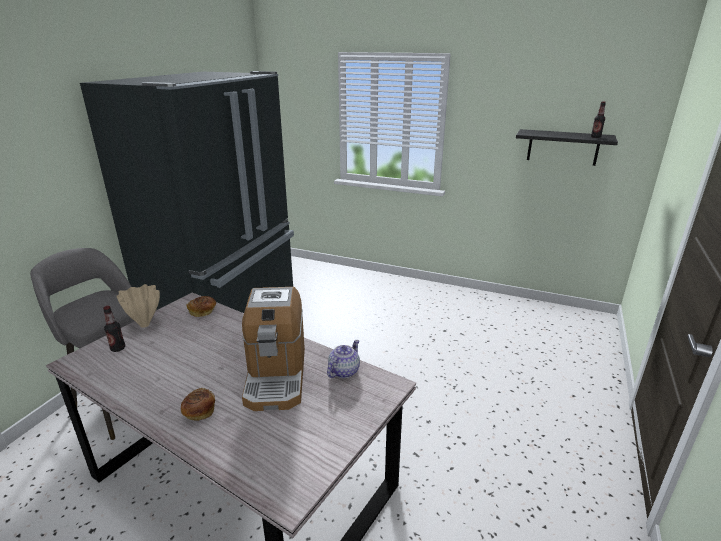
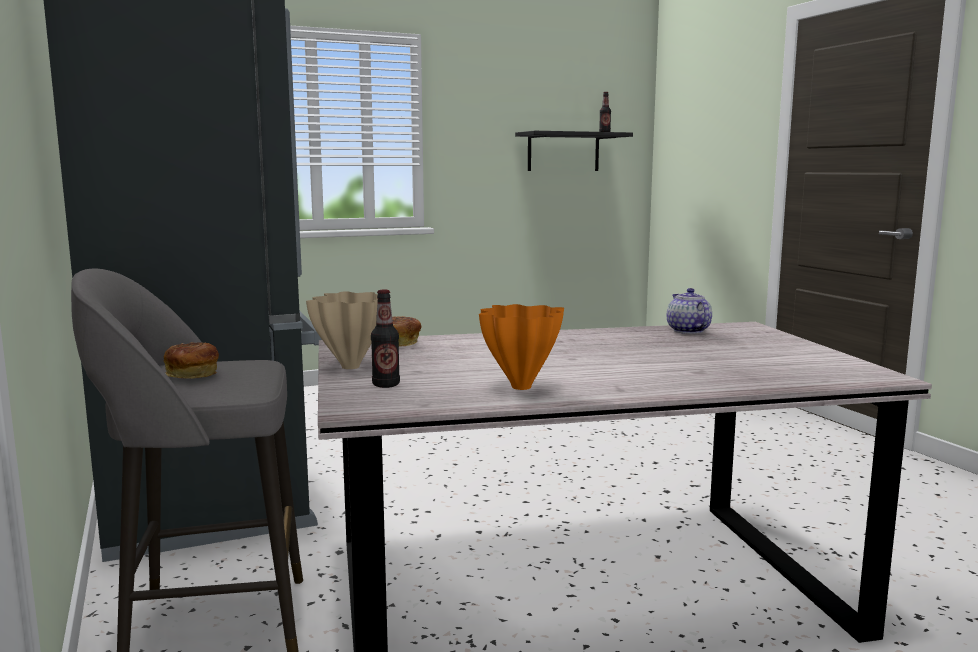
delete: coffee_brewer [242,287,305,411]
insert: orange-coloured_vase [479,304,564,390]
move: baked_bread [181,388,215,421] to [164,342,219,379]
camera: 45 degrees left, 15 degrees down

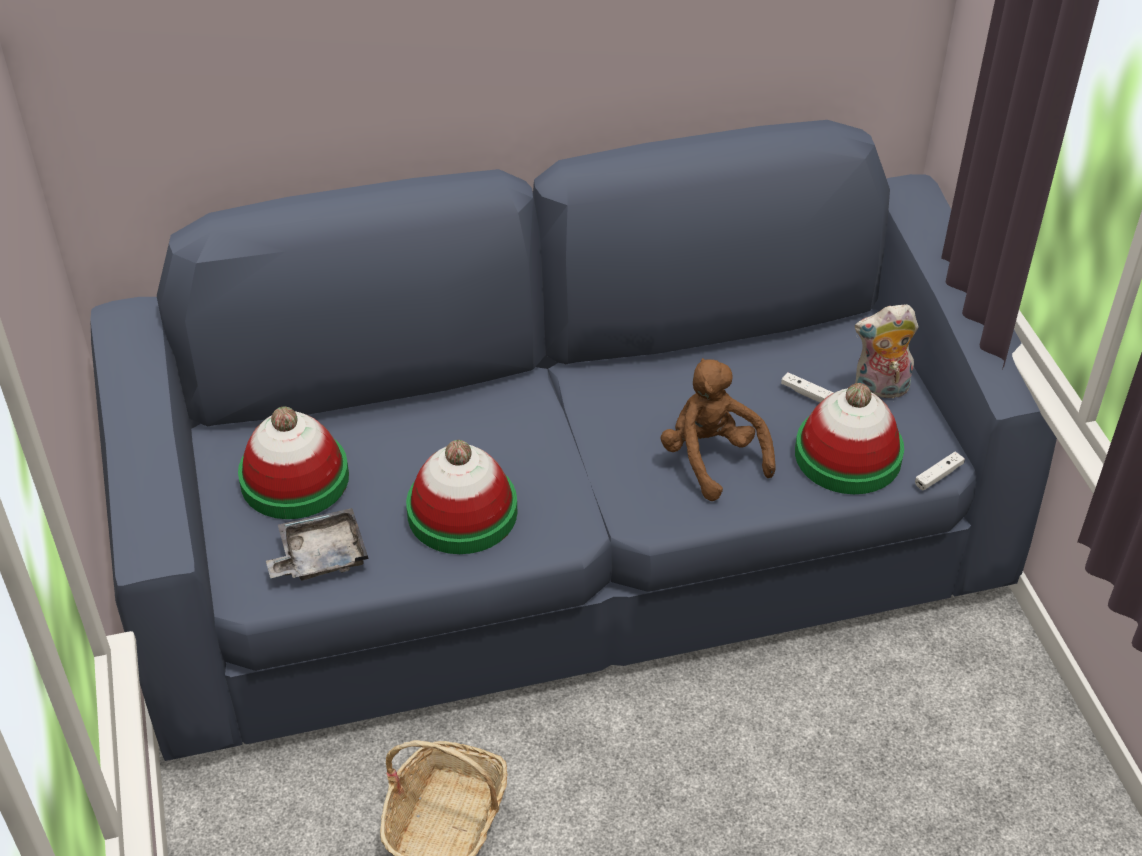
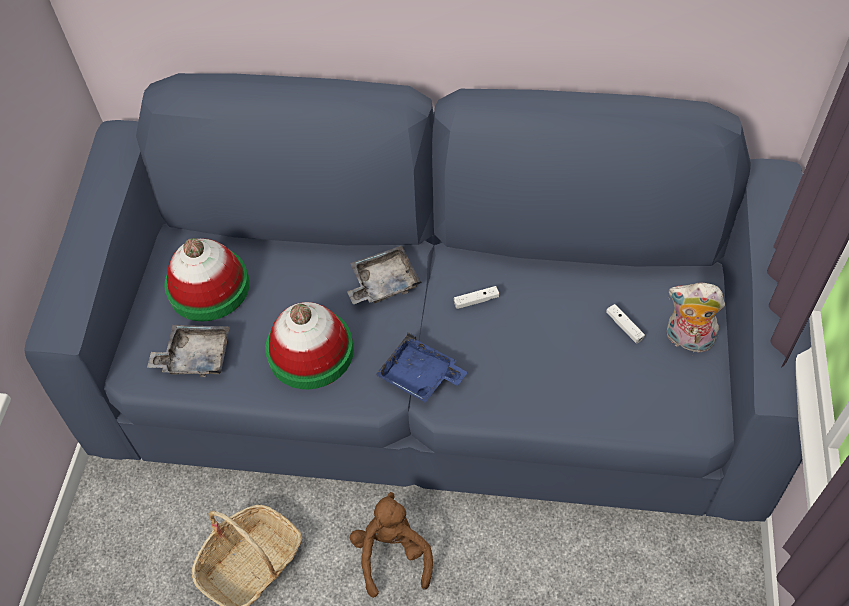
delete: wearable_hat [795,383,904,494]
insert: grey_carrying_tray [347,245,422,305]; blue_carrying_tray [375,332,468,403]
move: brown-coloured_cuddly_toy [661,358,776,501] to [350,492,433,598]; white-coloured_joypad [915,452,965,490] to [454,286,499,309]
camera: 25 degrees right, 10 degrees up

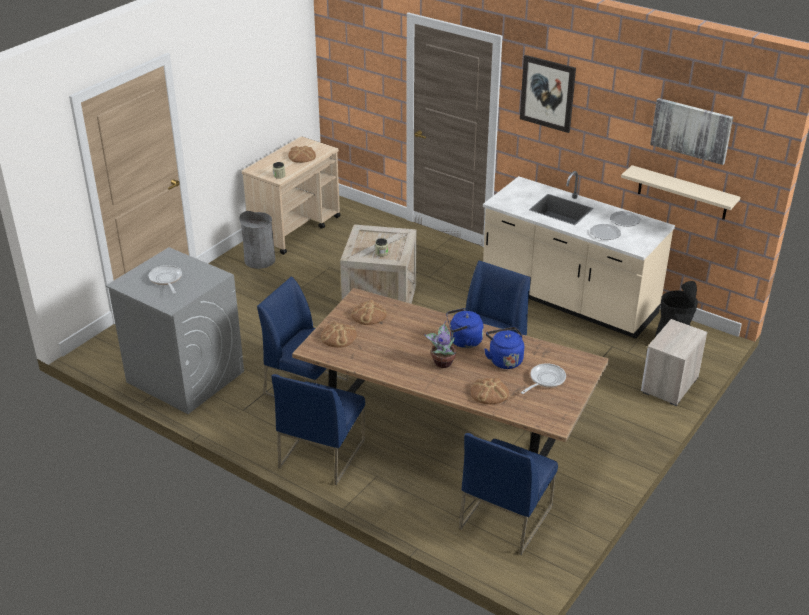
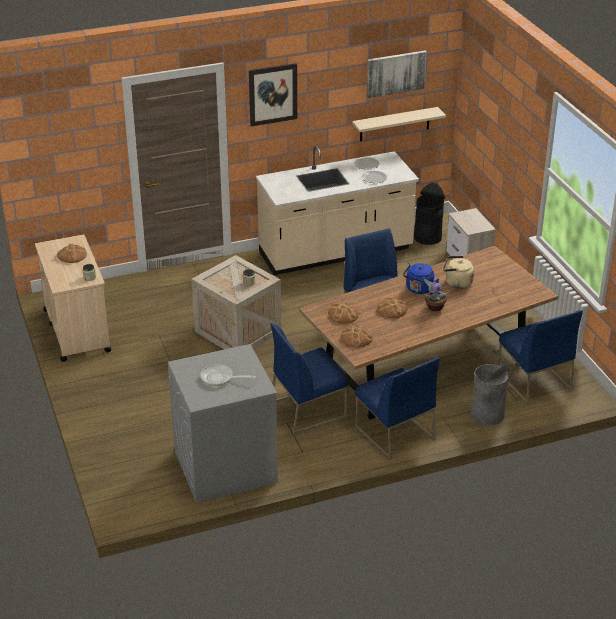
delete: frying_pan [521,363,566,394]
move: grey_trash_can [239,211,276,269] to [471,364,509,425]; baked_bread [471,377,509,404] to [377,297,408,318]
recolor: blue_kettle [484,327,524,369] to sand-coloured_kettle [443,256,474,289]
camera: 55 degrees left, 0 degrees up

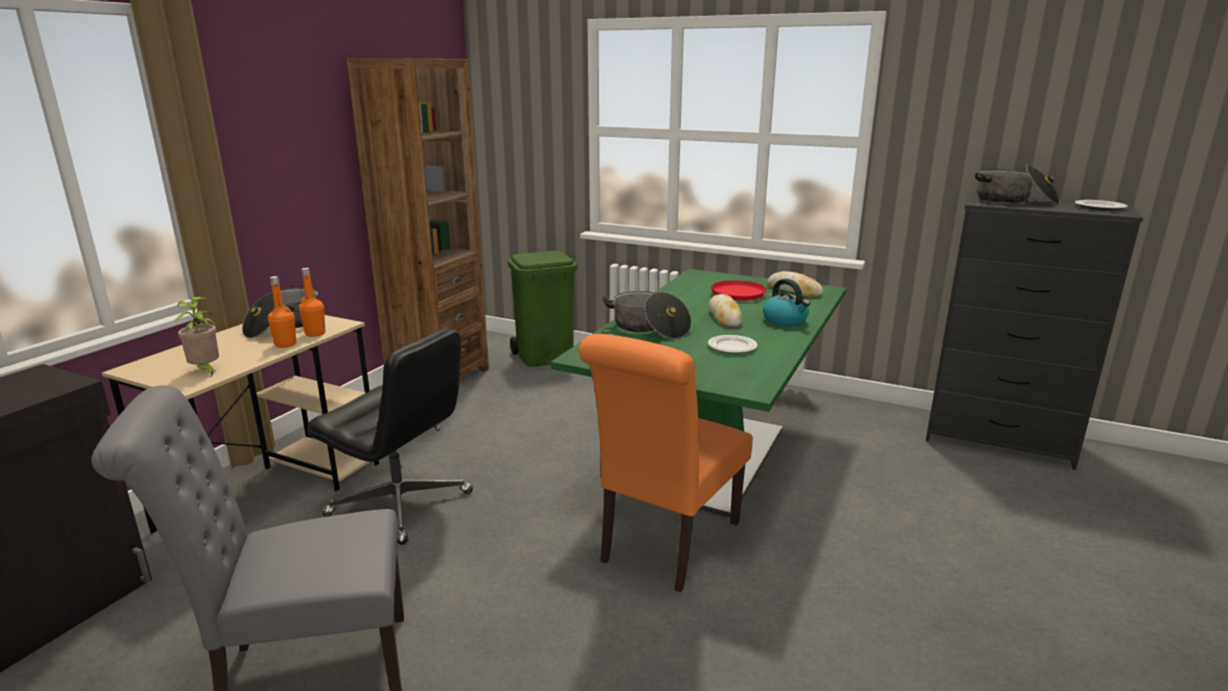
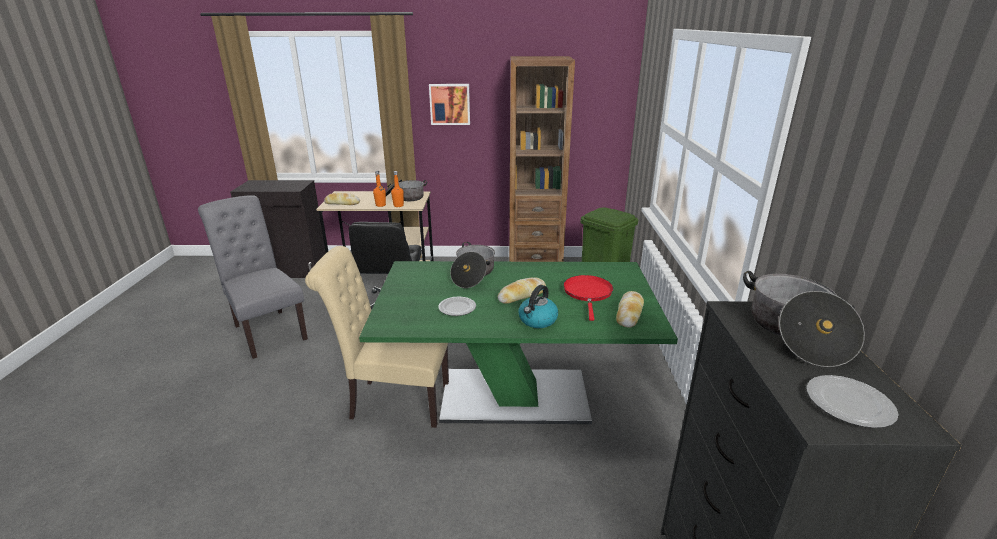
insert: picture [429,84,470,125]
replace: houseplant [175,297,219,376] to baked_bread [324,192,360,205]
recolor: orange-coloured_upright_chair [579,334,753,592] to sand-coloured_upright_chair [305,246,449,428]
camera: 65 degrees right, 5 degrees up

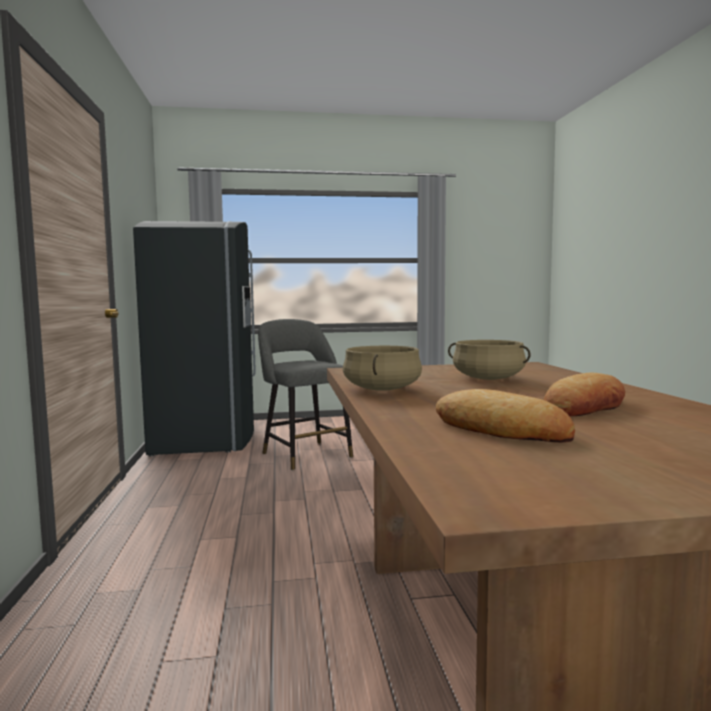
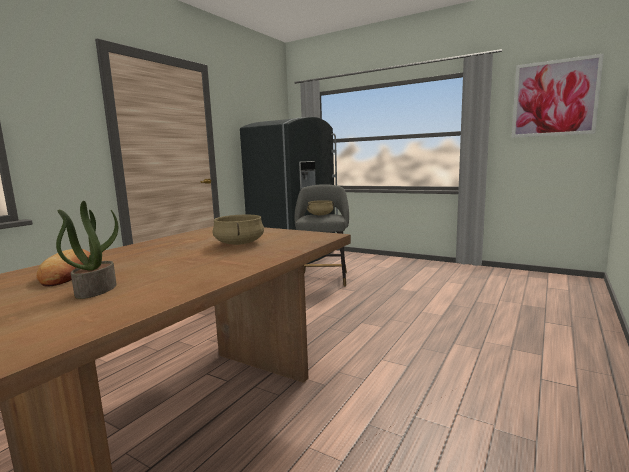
delete: baked_bread [544,373,625,416]
insert: houseplant [56,201,118,299]; picture [512,53,604,138]
move: sand-coloured_stockpot [343,346,422,391] to [307,200,334,215]
camera: 40 degrees right, 5 degrees up

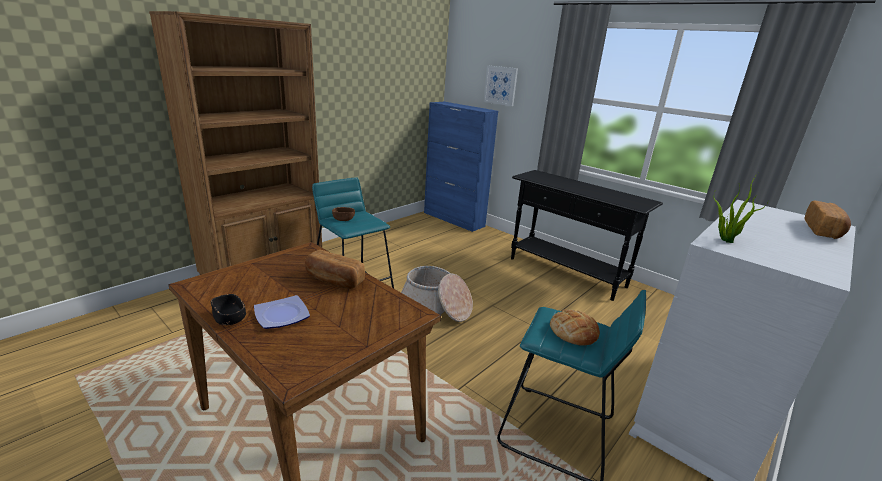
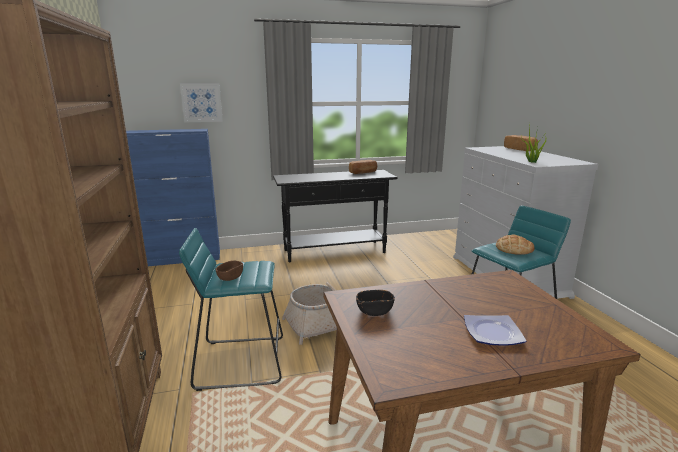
move: blackish_serving_bowl [211,294,246,325] to [356,290,395,316]; baked_bread [305,250,365,289] to [349,160,377,174]
camera: 55 degrees left, 5 degrees down

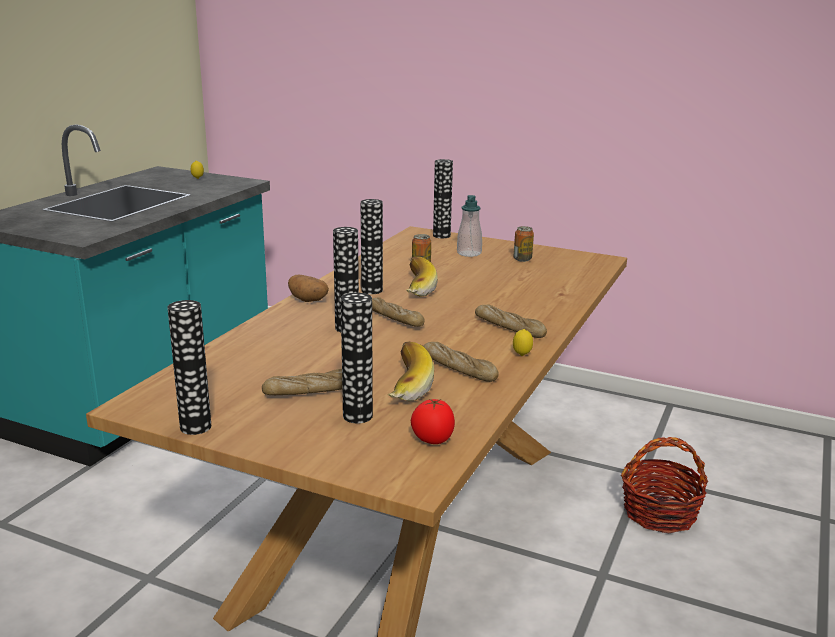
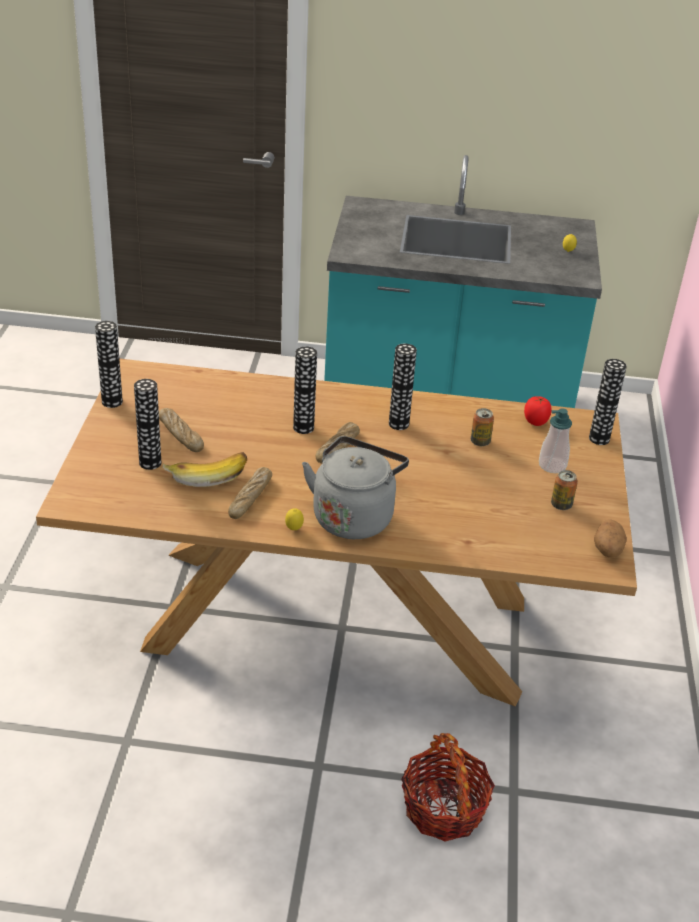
delete: banana [406,257,438,297]
move: spud [288,275,329,302] to [594,520,627,558]; whole_tomato [411,399,455,444] to [524,396,551,426]
replace: baked_bread [475,305,547,338] to grey_kettle [302,436,409,539]
camera: 70 degrees right, 15 degrees up

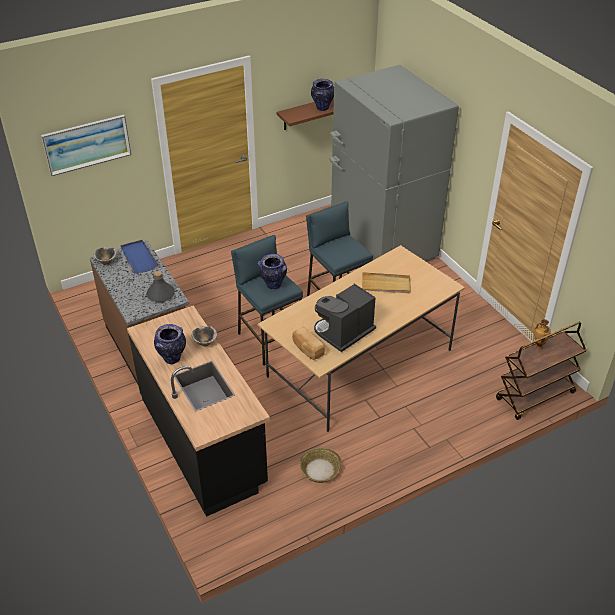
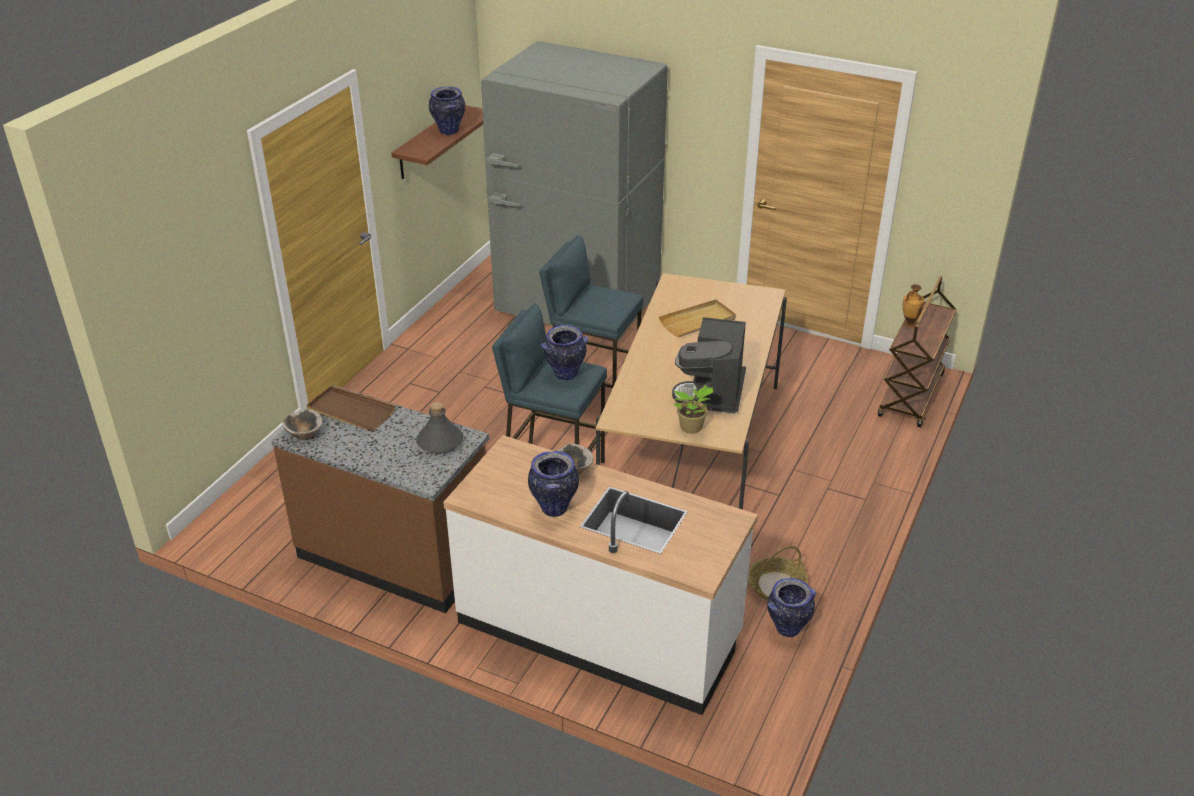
delete: picture [41,115,131,176]
insert: vase [767,578,816,637]
replace: baked_bread [292,326,325,360] to houseplant [673,385,714,433]
recolor: blue_carrying_tray [120,240,158,274] to brown-coloured_carrying_tray [307,386,395,431]; blackish_kitchen_base_unit [127,306,270,517] to white-coloured_kitchen_base_unit [443,435,758,715]
camera: 35 degrees left, 5 degrees down

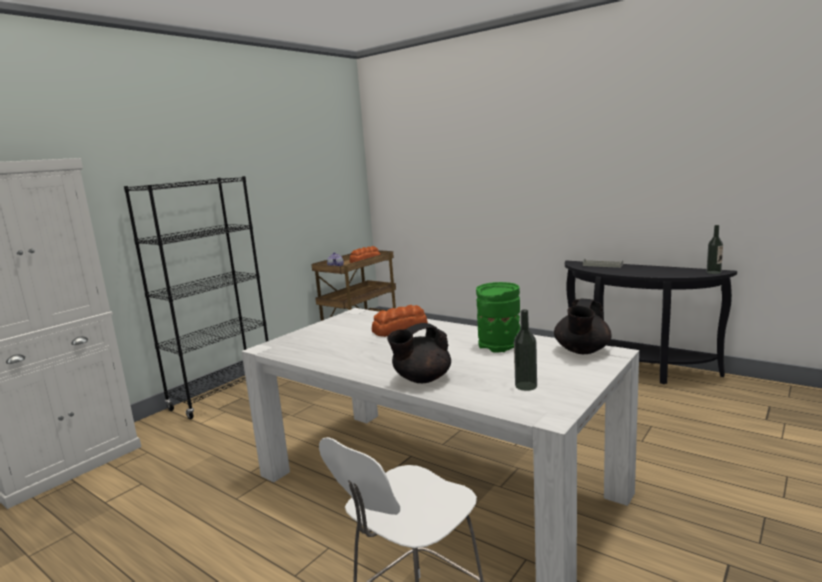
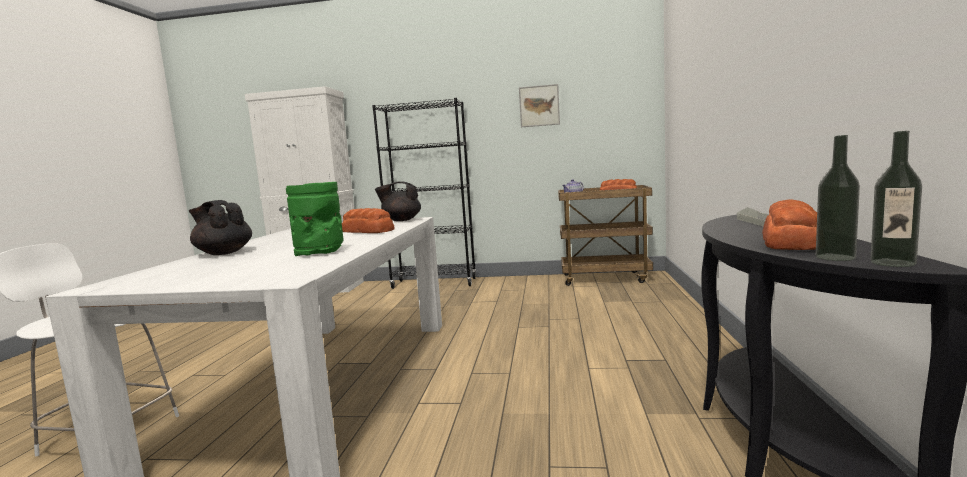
insert: picture [519,84,560,127]; baked_bread [762,199,817,250]
move: drink_bottle [514,310,537,391] to [816,135,860,261]; blackish_pot_for_tea [554,299,612,354] to [375,181,421,221]
camera: 60 degrees right, 5 degrees down

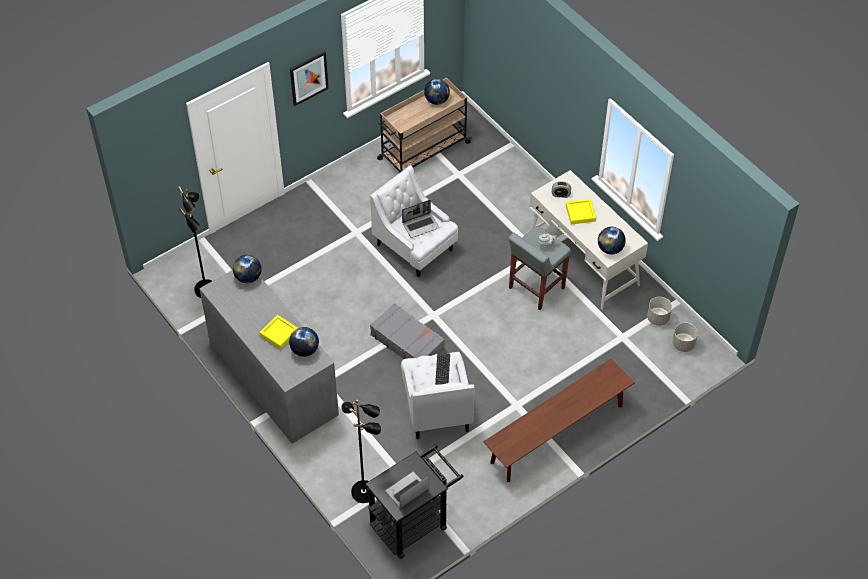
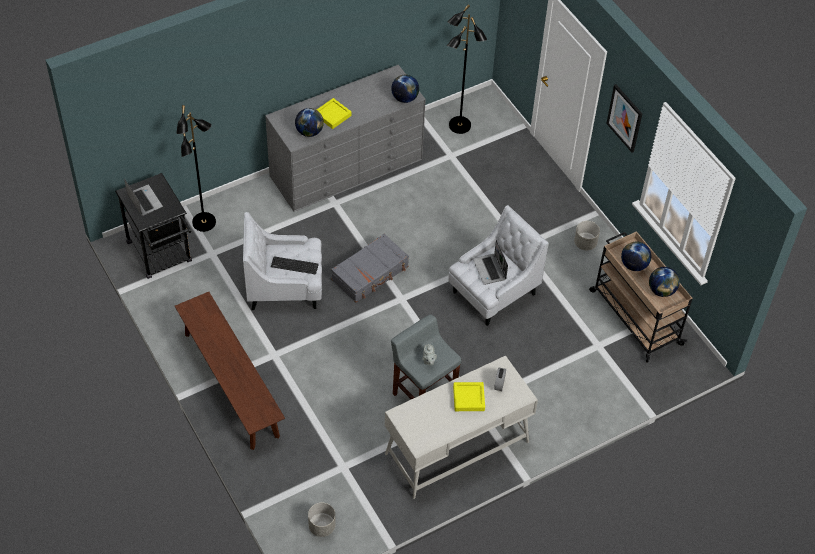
move: world_globe [598,227,626,254] to [621,241,651,271]; grey_planter [647,297,672,326] to [574,221,600,250]
camera: 95 degrees right, 0 degrees up

